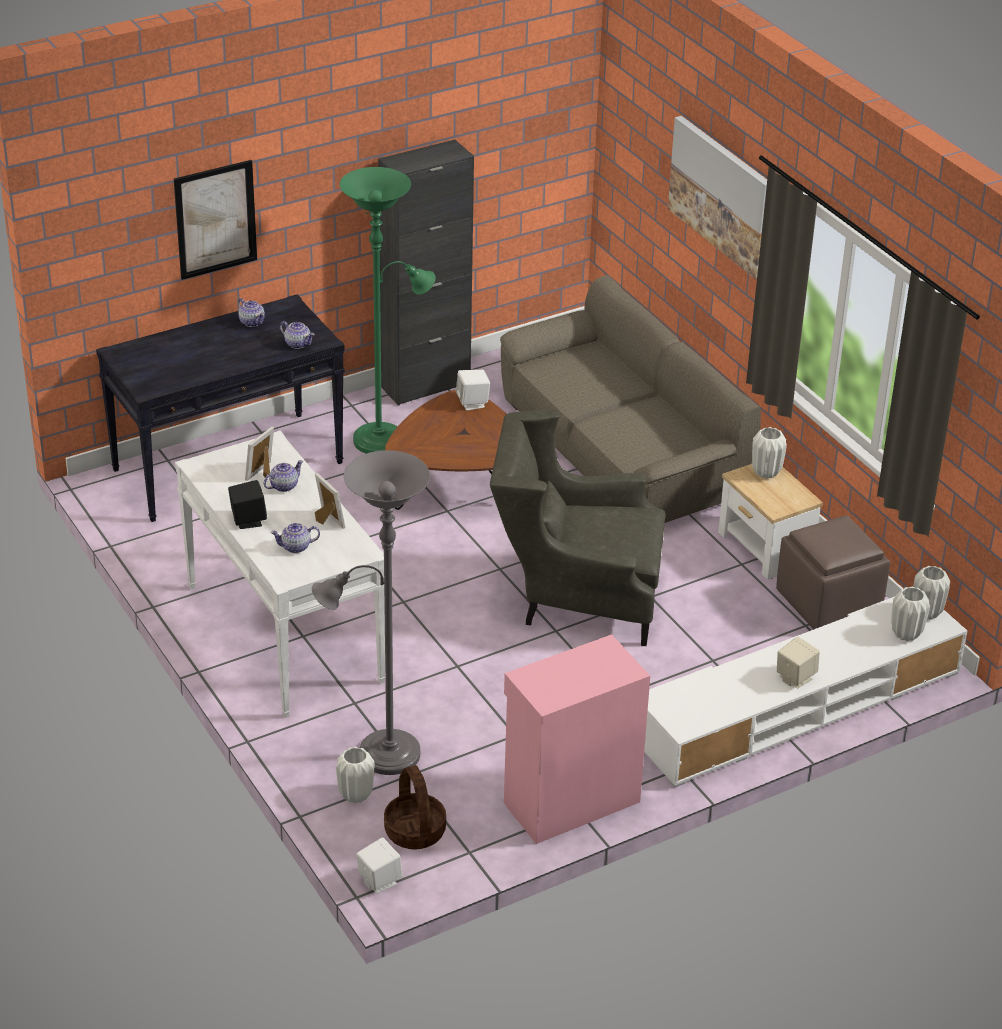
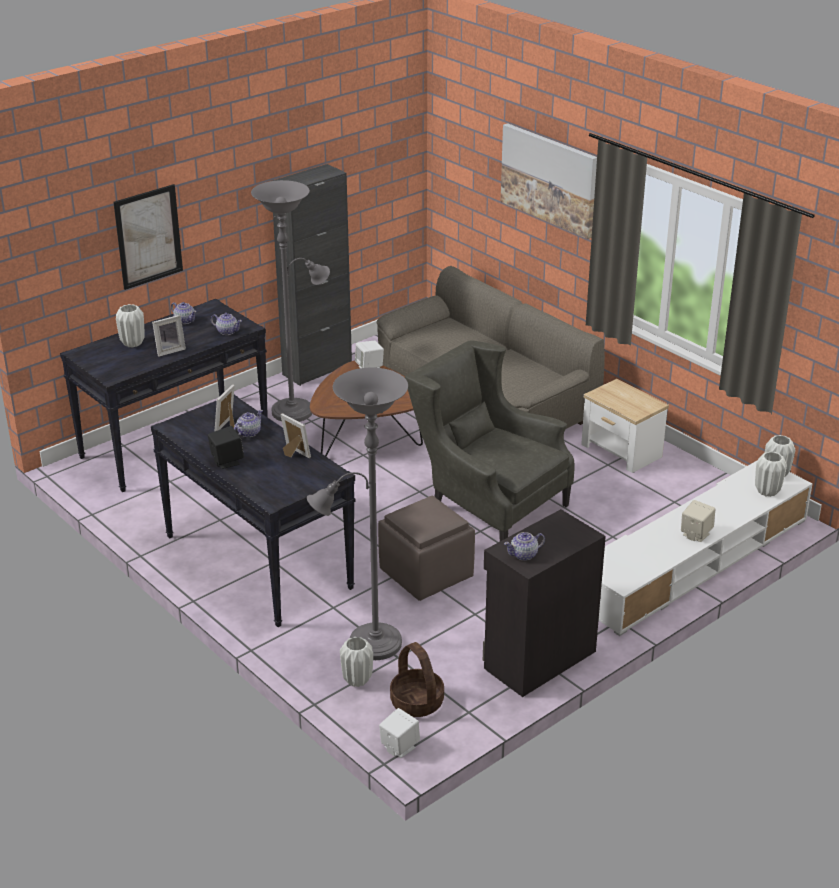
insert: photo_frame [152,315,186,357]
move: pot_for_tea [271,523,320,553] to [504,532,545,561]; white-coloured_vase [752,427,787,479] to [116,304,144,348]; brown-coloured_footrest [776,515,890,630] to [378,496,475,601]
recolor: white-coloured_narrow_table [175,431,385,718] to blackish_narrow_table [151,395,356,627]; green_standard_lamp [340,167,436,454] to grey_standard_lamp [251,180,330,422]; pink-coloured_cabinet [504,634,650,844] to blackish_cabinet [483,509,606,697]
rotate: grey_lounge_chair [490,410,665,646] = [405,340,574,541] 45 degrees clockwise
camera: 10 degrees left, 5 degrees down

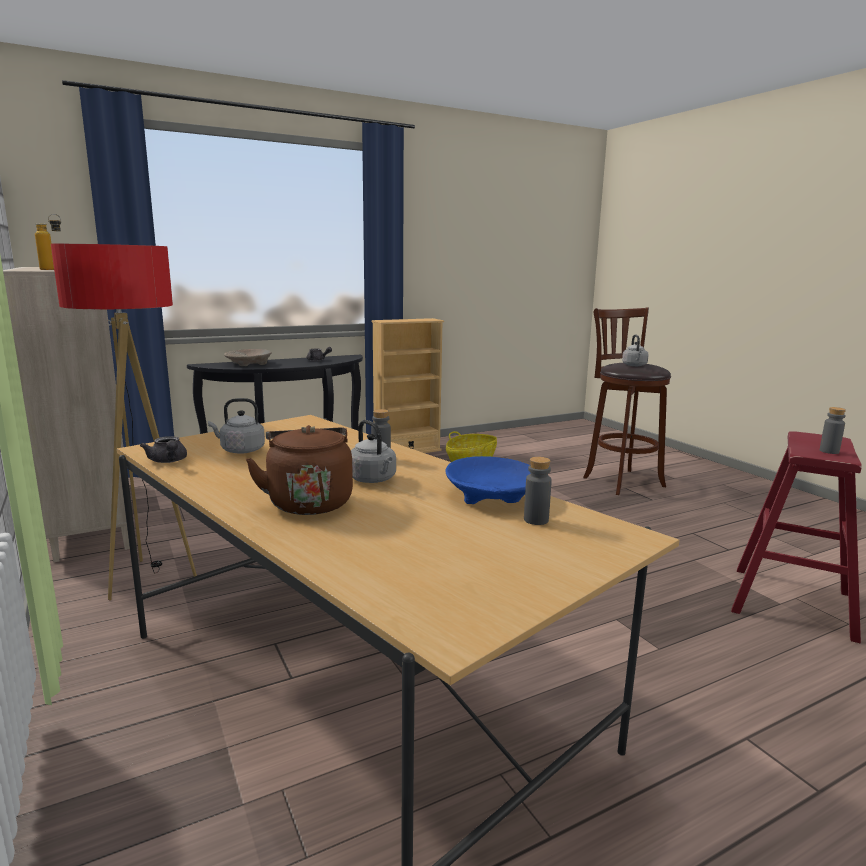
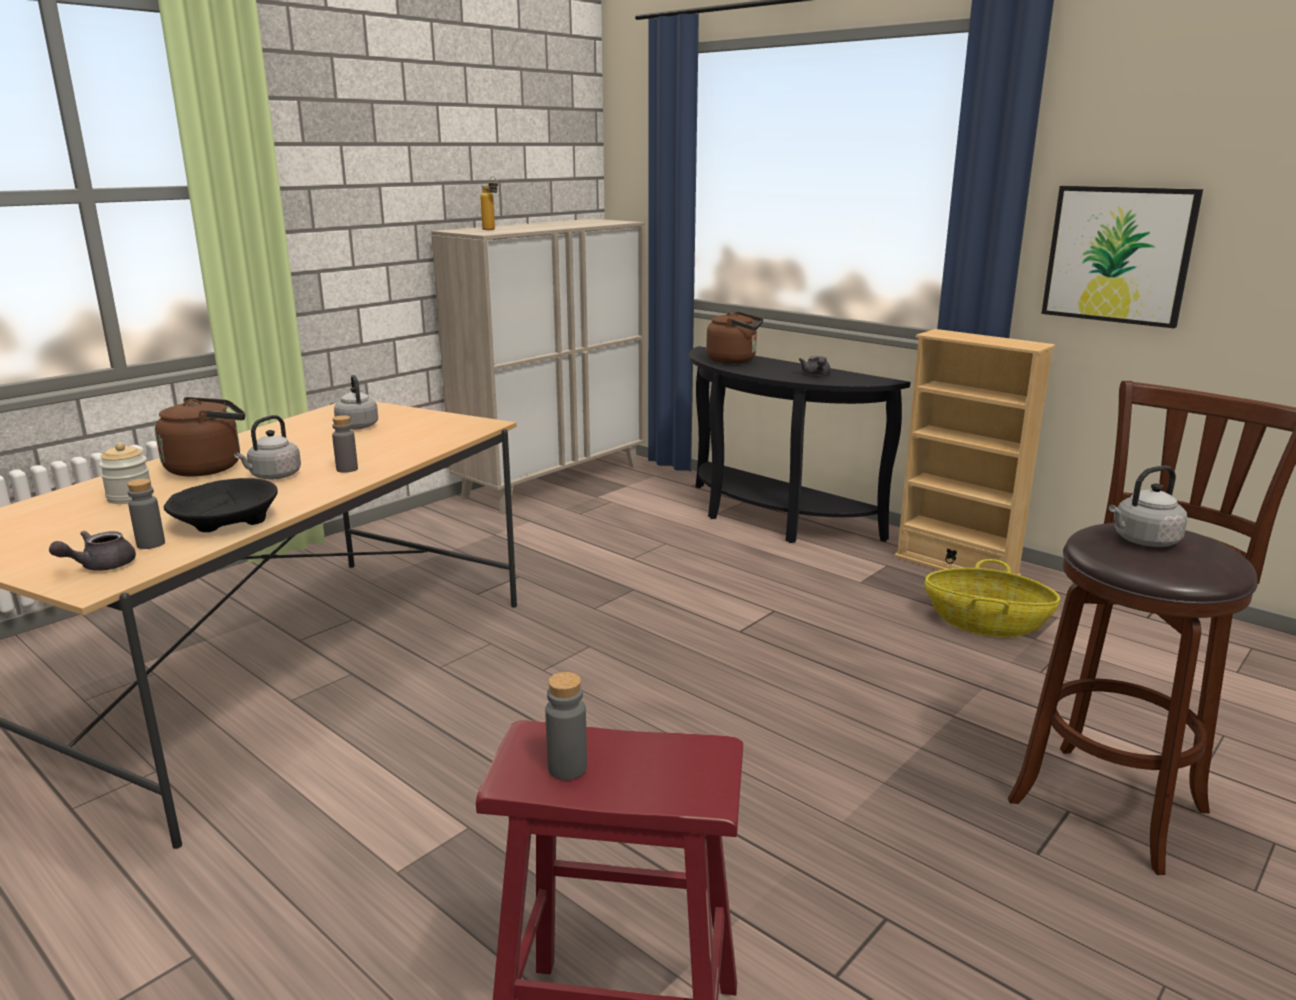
delete: standard_lamp [51,244,197,601]
insert: preserve_jar [99,443,153,504]; picture [1041,186,1203,328]
move: grey_pot_for_tea [140,436,187,463] to [49,531,136,571]
replace: sand-coloured_serving_bowl [224,349,271,366] to brown-coloured_kettle [706,311,763,364]
recolor: blue_serving_bowl [445,456,531,504] to blackish_serving_bowl [163,478,278,532]
camera: 70 degrees right, 5 degrees up

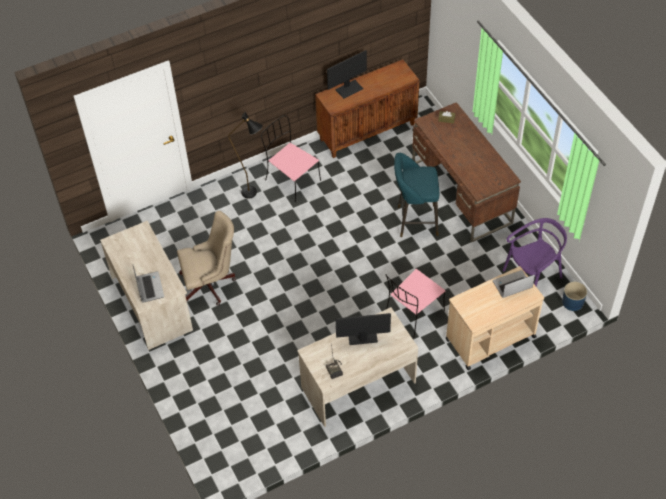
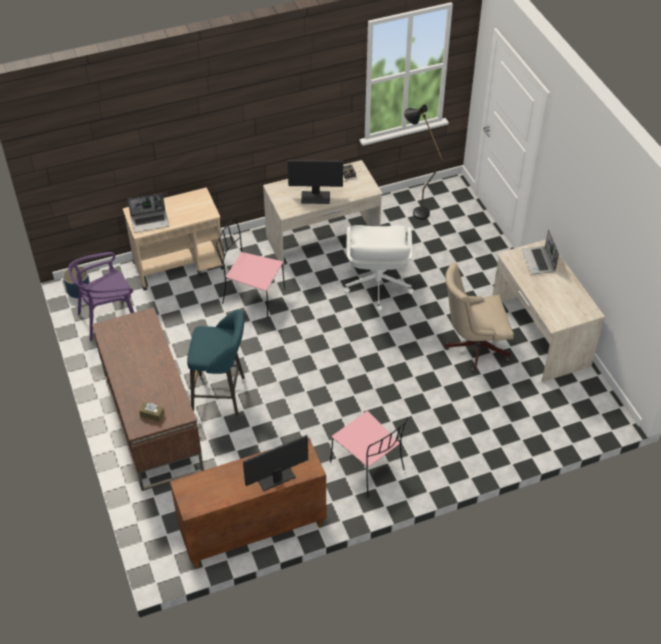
insert: white-coloured_desk_chair [344,225,414,311]
move: blackish_standard_lamp [228,112,263,199] to [404,104,443,219]
rotate: pink-coloured_upright_chair [385,269,446,338] = [216,219,285,318] 120 degrees counterclockwise
camera: 175 degrees left, 5 degrees down

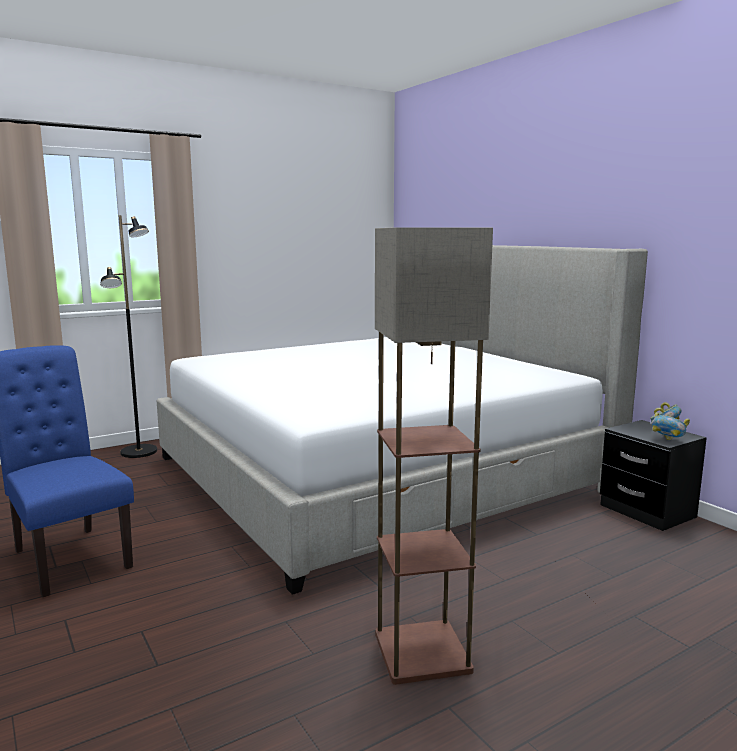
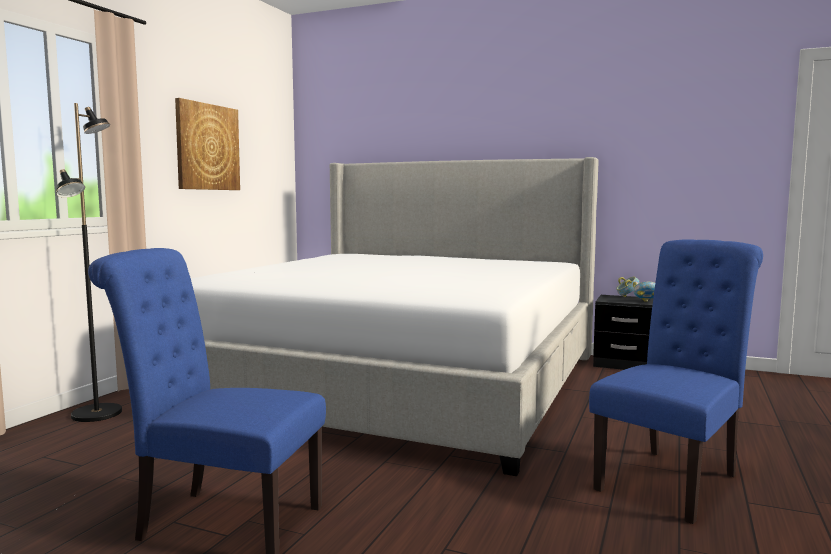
insert: picture [175,98,240,190]
replace: standard_lamp [375,227,493,685] to blue_upright_chair [589,239,763,524]
camera: 35 degrees left, 5 degrees down

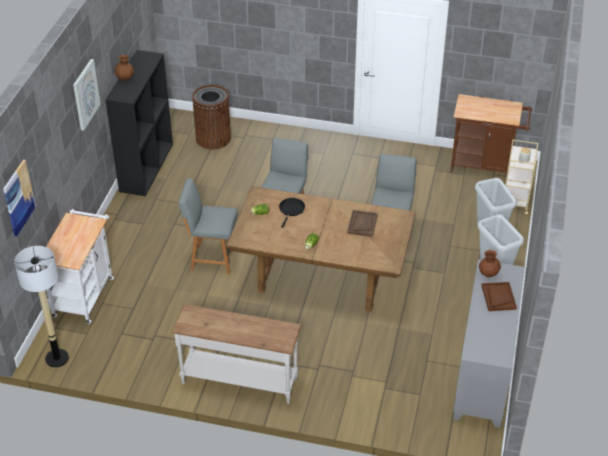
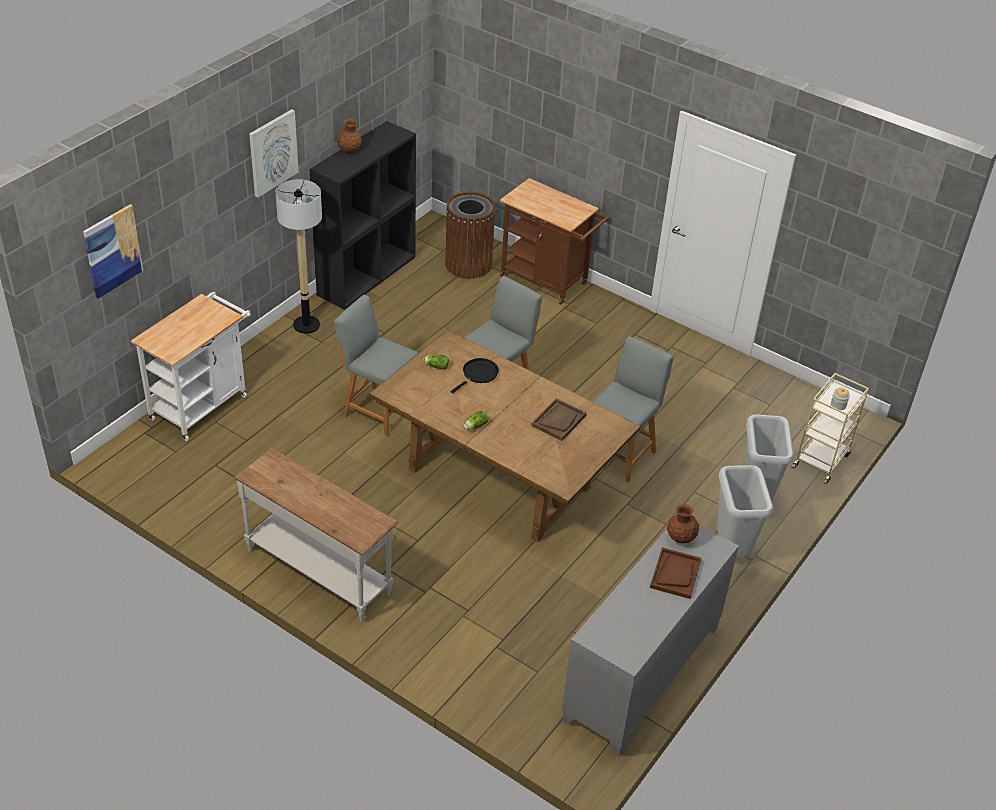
move: standard_lamp [14,246,69,368] to [275,179,322,334]; brown-coloured_wheeled_cart [451,94,532,179] to [500,178,609,304]
camera: 20 degrees right, 0 degrees up

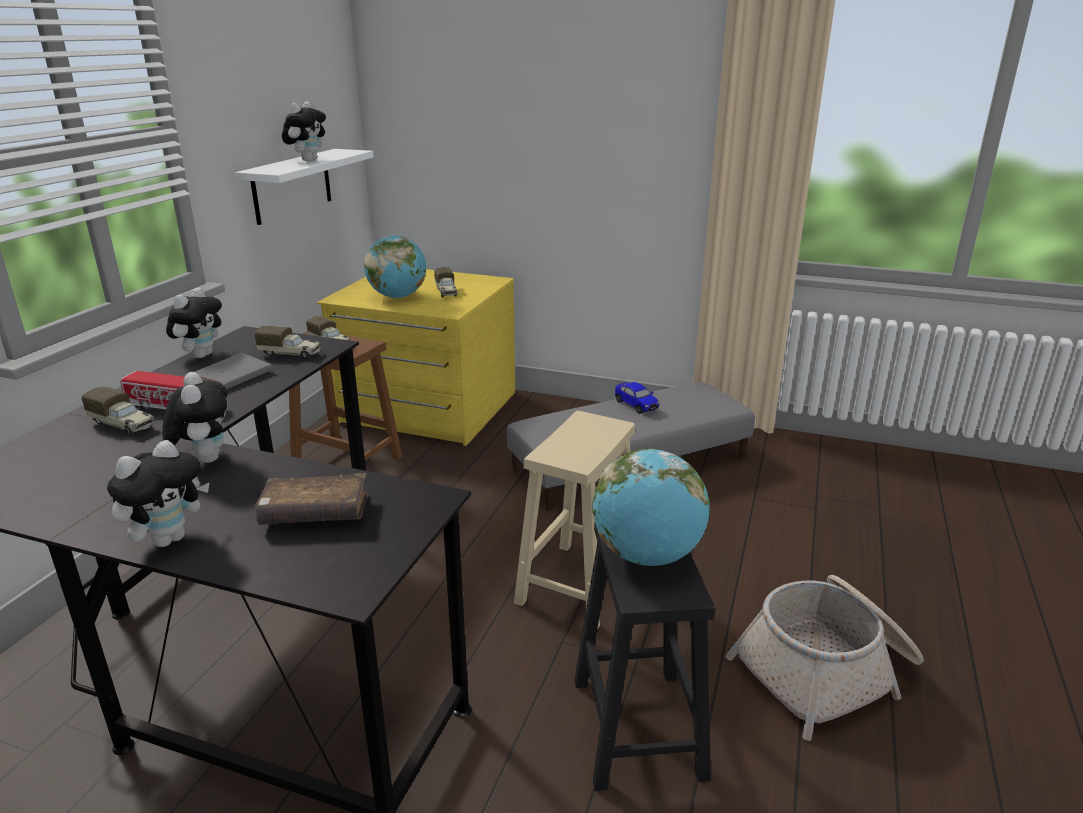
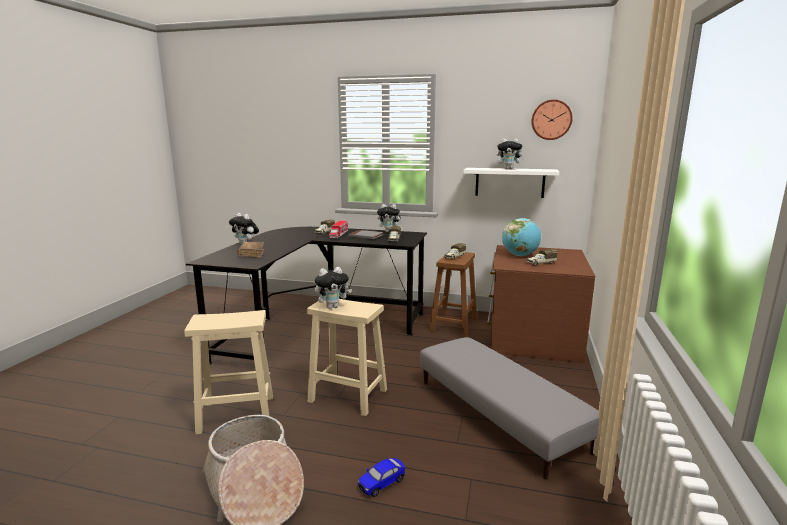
delete: world_globe [592,449,710,566]
insert: wall_clock [532,99,573,140]
move: cuddly_toy [162,372,227,463] to [315,267,352,309]; toy_car [615,382,659,414] to [358,458,405,497]
recolor: yellow_drawer_chest [317,269,515,446] to brown-coloured_drawer_chest [487,245,595,363]; blackish_stool [574,523,715,791] to sand-coloured_stool [184,310,273,435]
camera: 85 degrees right, 10 degrees down

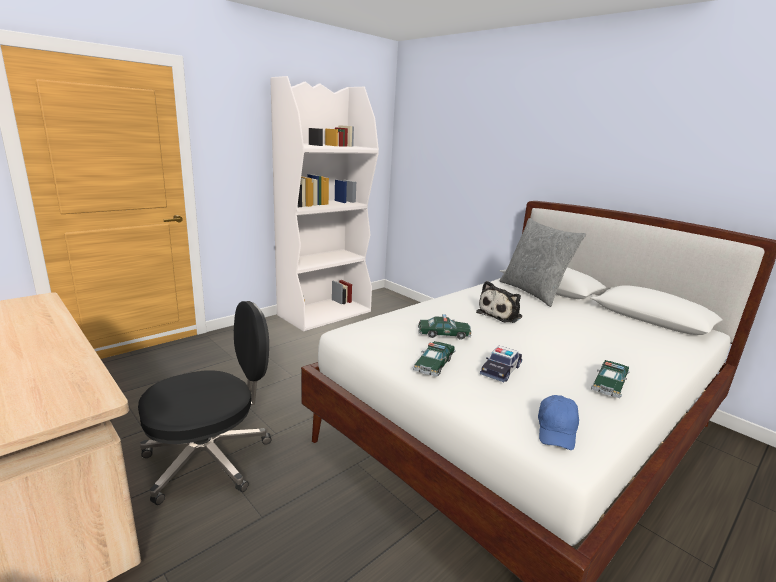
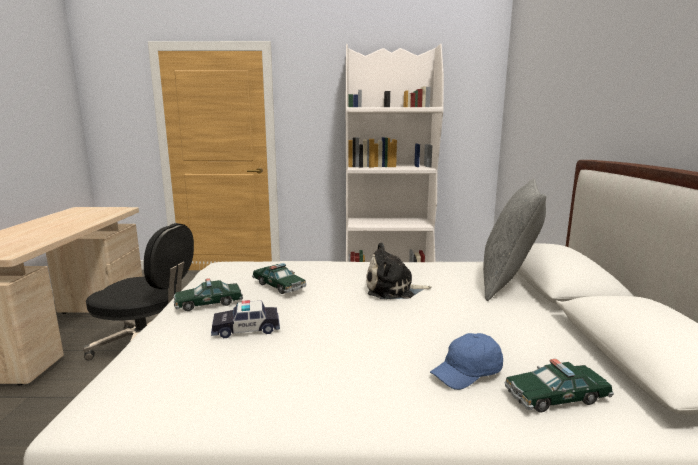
move: blue_peaked_cap [538,395,579,450] to [430,333,503,390]; toy_car [591,360,630,398] to [504,359,614,412]
camera: 45 degrees right, 5 degrees down

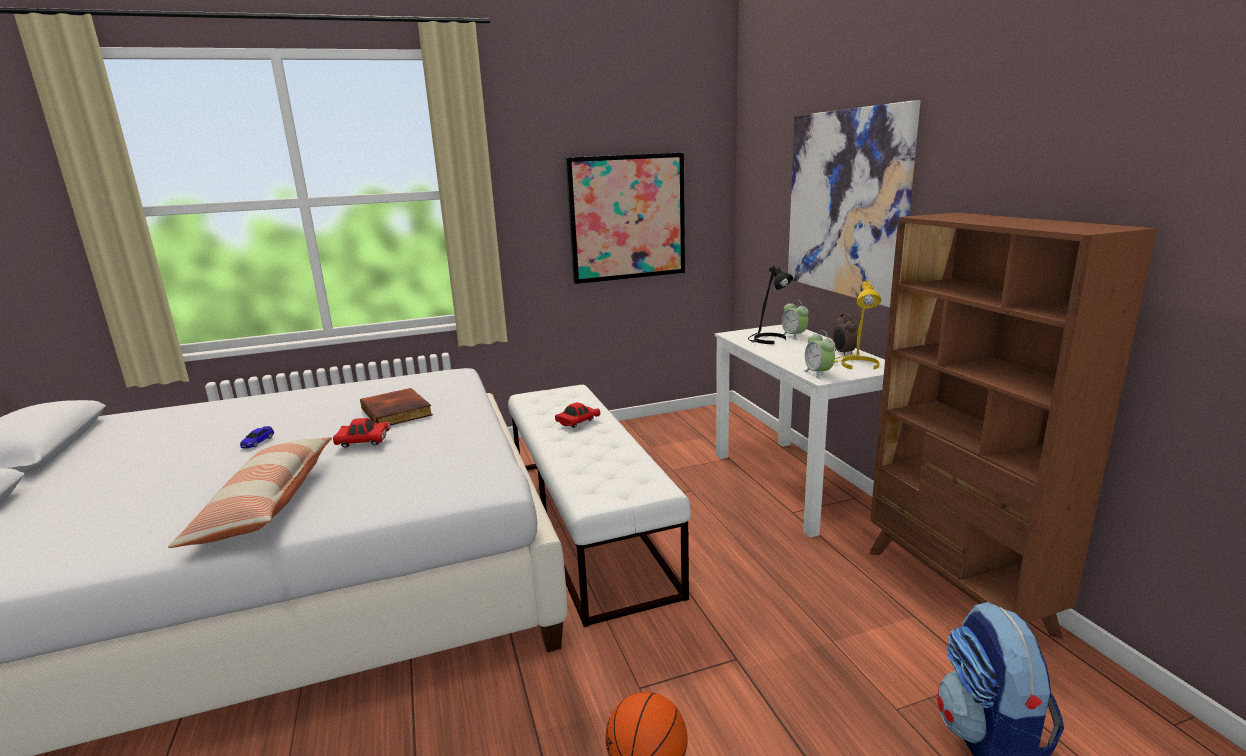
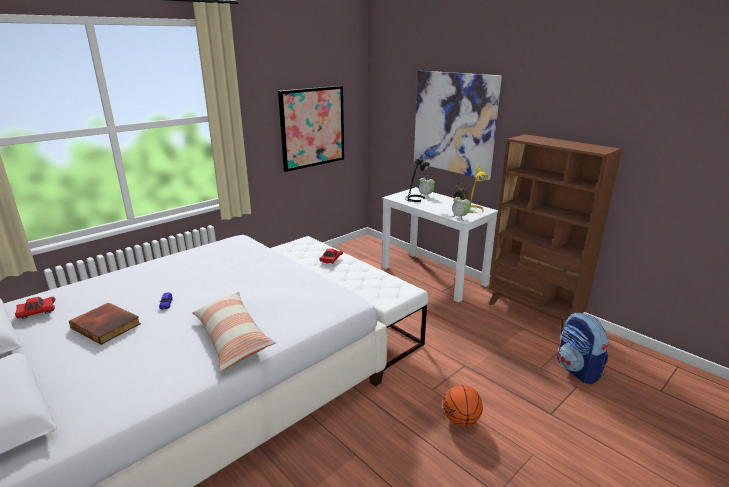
move: red_toy_car [333,418,391,448] to [15,297,55,319]; bound_book [360,388,433,425] to [69,303,141,345]
camera: 25 degrees left, 5 degrees up

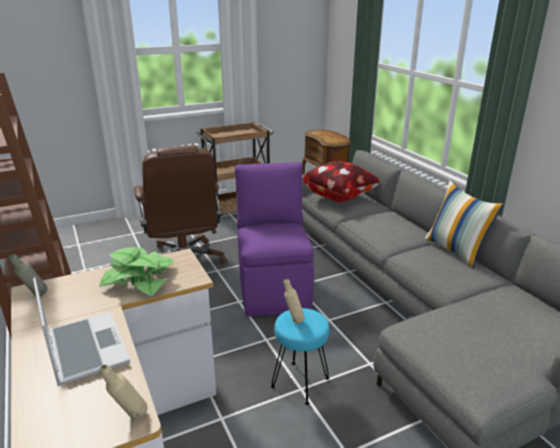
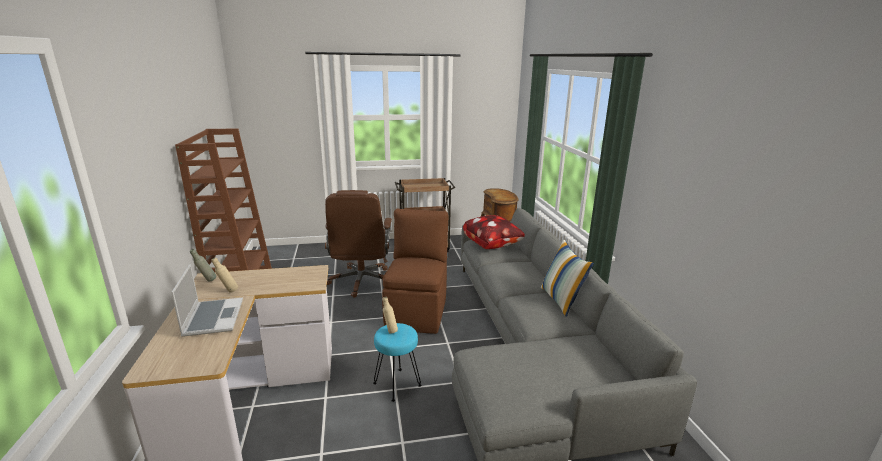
delete: houseplant [99,247,175,296]
move: sand-coloured_drink_bottle [99,364,148,420] to [211,257,238,293]
recolor: purple_upright_chair [235,162,314,316] to brown-coloured_upright_chair [382,209,448,334]
camera: 15 degrees right, 5 degrees down

